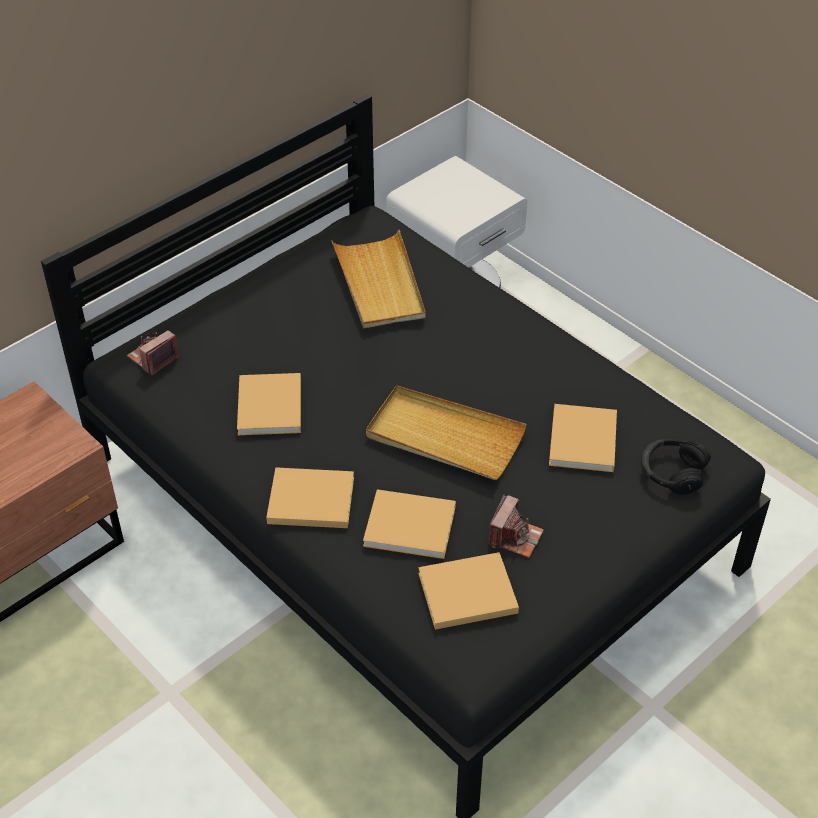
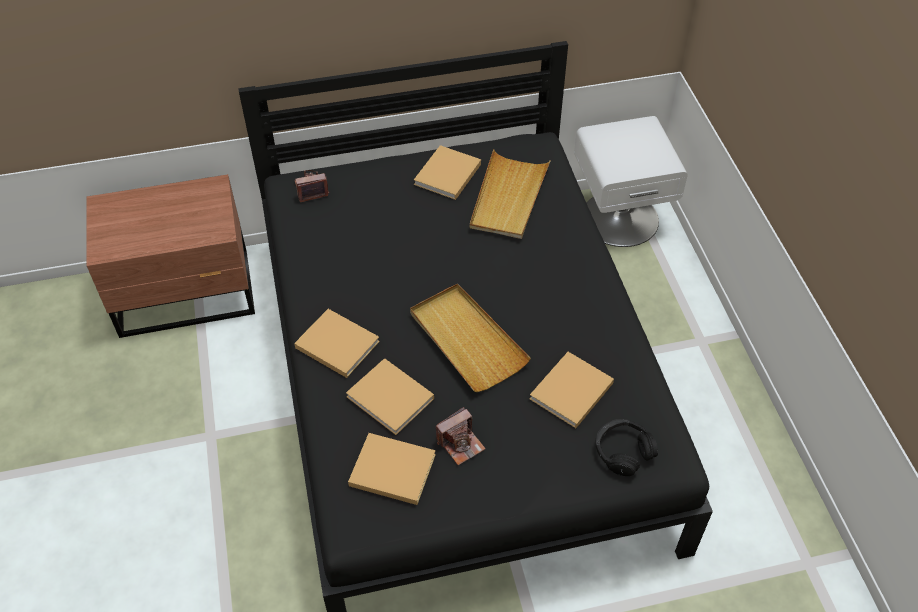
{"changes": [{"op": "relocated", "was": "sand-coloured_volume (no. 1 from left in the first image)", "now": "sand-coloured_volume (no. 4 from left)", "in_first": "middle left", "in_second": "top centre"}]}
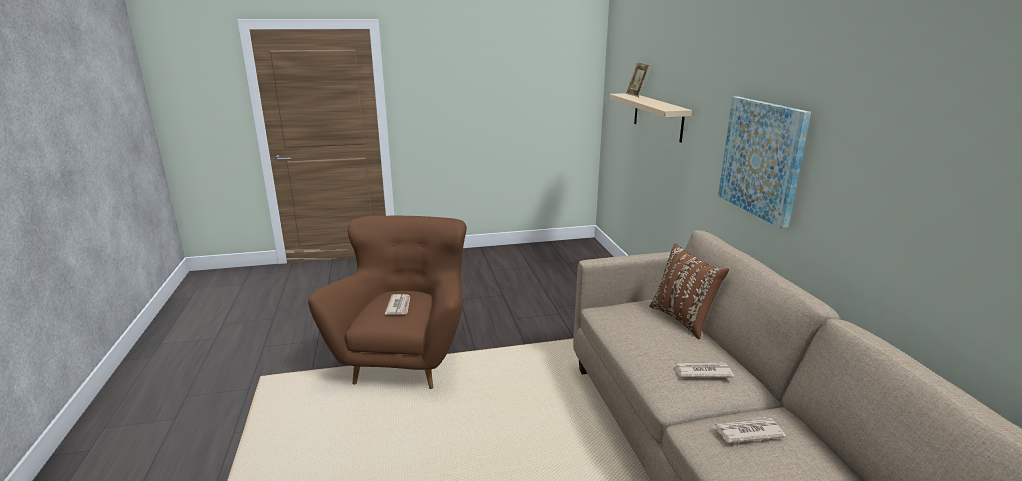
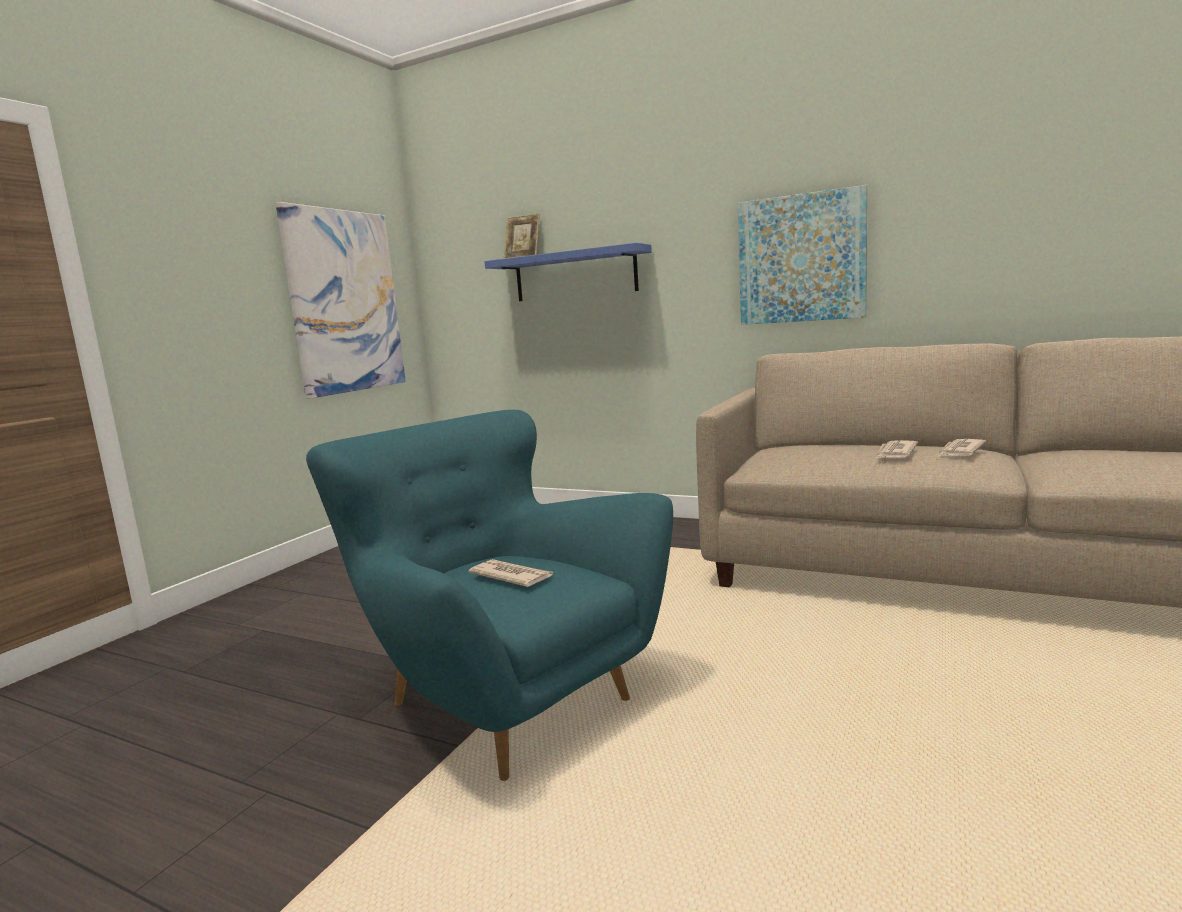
{"changes": [{"op": "missing", "was": "brown_throw_pillow", "in_first": "middle right"}, {"op": "appeared", "now": "wall_art (no. 1 from left)", "in_second": "top left"}, {"op": "relocated", "was": "newspaper (no. 3 from left in the first image)", "now": "newspaper (no. 2 from left)", "in_first": "bottom right", "in_second": "middle right"}, {"op": "colour", "was": "brown_easy_chair", "now": "blue-green_easy_chair", "in_first": "centre", "in_second": "centre"}, {"op": "colour", "was": "sand-coloured_wall_shelf", "now": "blue_wall_shelf", "in_first": "top centre", "in_second": "top centre"}]}
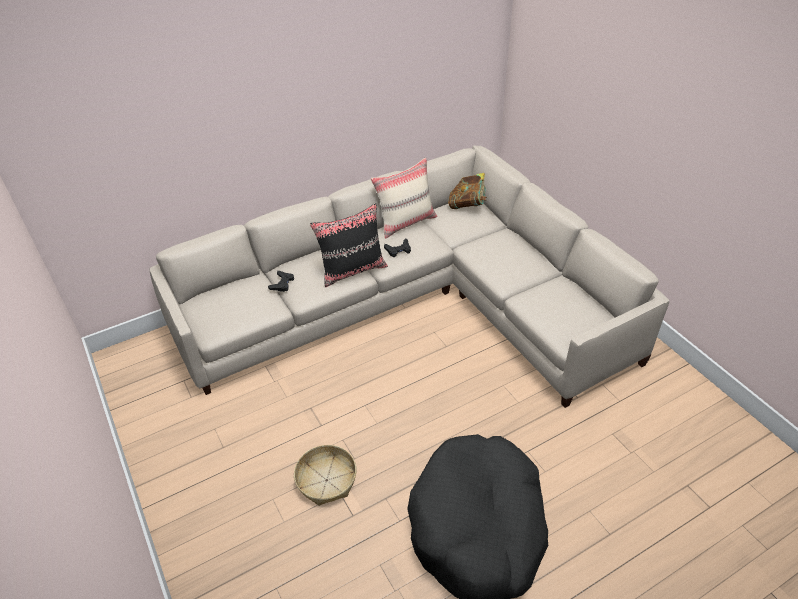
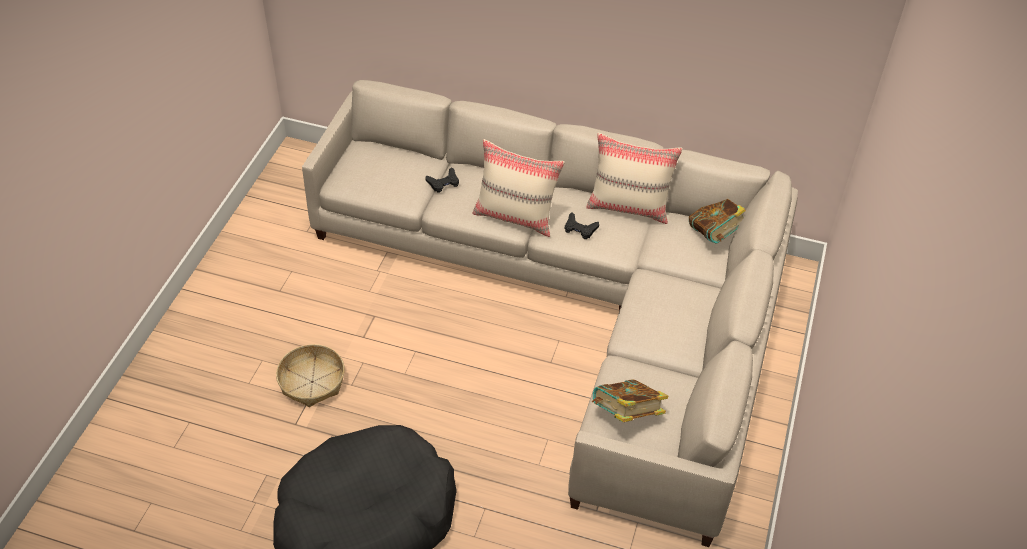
{"changes": [{"op": "appeared", "now": "volume (no. 1 from left)", "in_second": "bottom centre"}, {"op": "colour", "was": "black_throw_pillow", "now": "sand-coloured_throw_pillow (no. 1 from left)", "in_first": "centre", "in_second": "centre"}]}
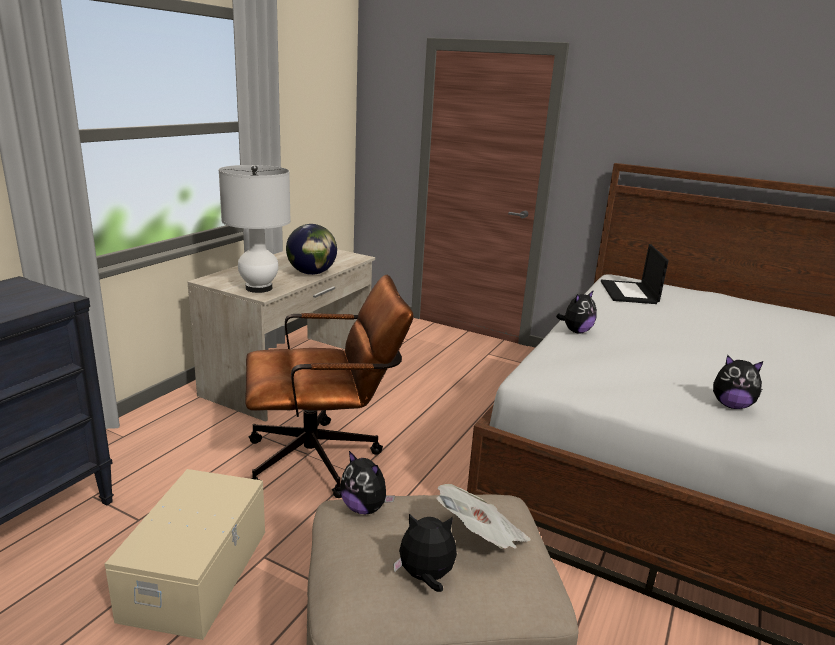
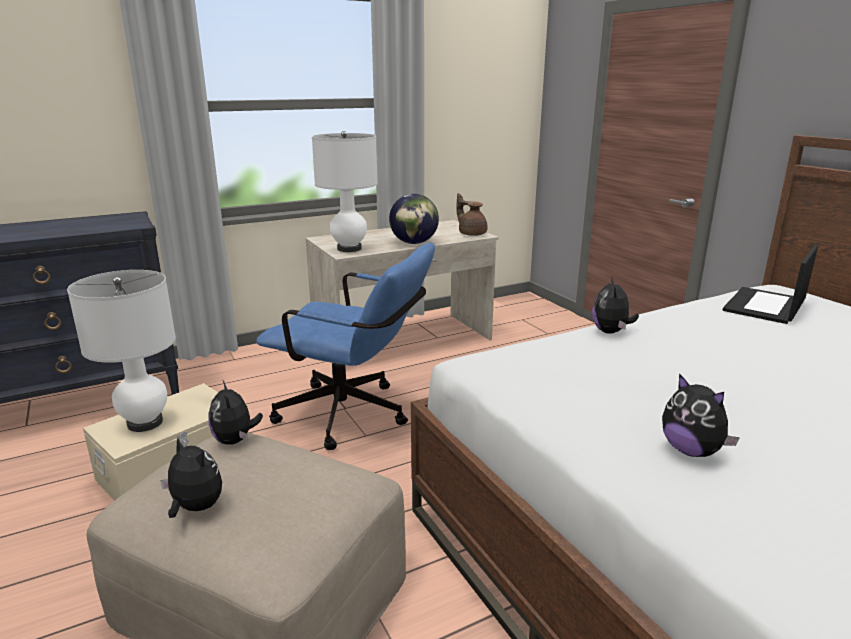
{"changes": [{"op": "missing", "was": "newspaper", "in_first": "bottom centre"}, {"op": "appeared", "now": "whitish_lamp_for_a_table (no. 1 from left)", "in_second": "middle left"}, {"op": "appeared", "now": "brown_pot_for_tea", "in_second": "centre"}, {"op": "colour", "was": "brown_computer_chair", "now": "blue_computer_chair", "in_first": "centre", "in_second": "centre"}, {"op": "spun", "was": "cuddly_toy (no. 3 from left)", "in_first": "middle right", "in_second": "middle right", "clockwise": 105}]}
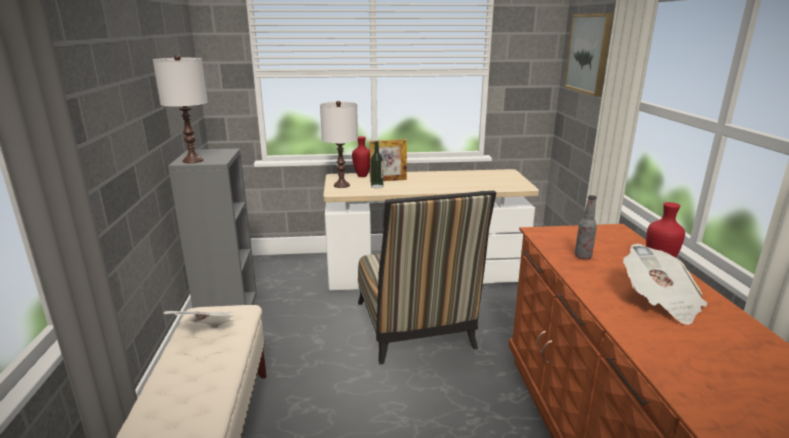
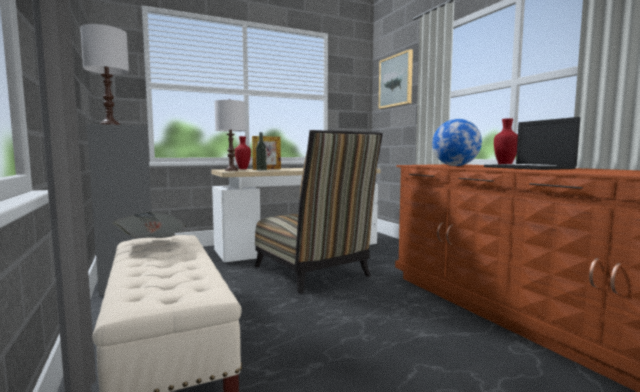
{"changes": [{"op": "exchanged", "was": "drink_bottle (no. 2 from left)", "now": "globe", "in_first": "middle right", "in_second": "middle right"}, {"op": "exchanged", "was": "newspaper (no. 2 from left)", "now": "portable_computer", "in_first": "middle right", "in_second": "middle right"}]}
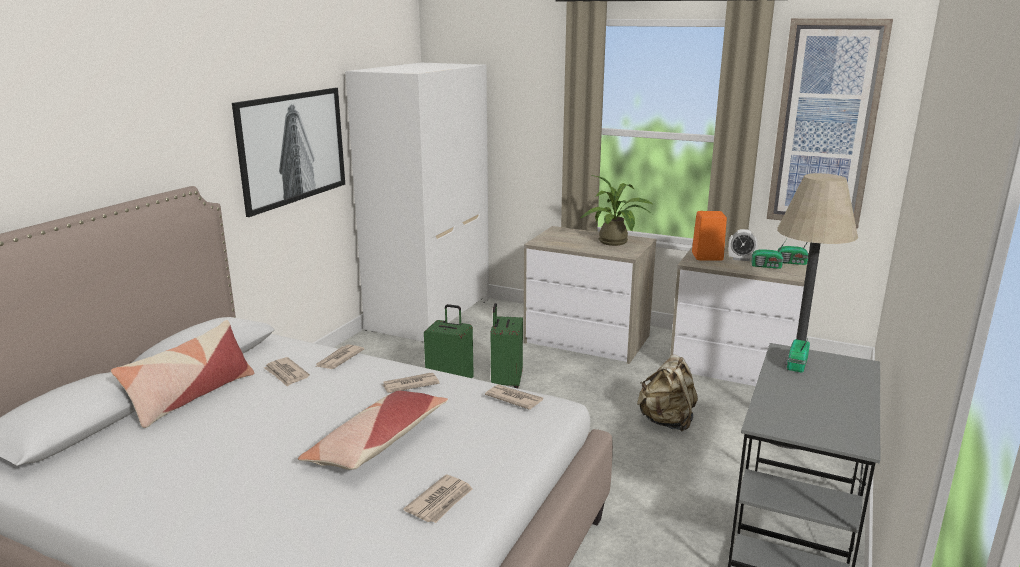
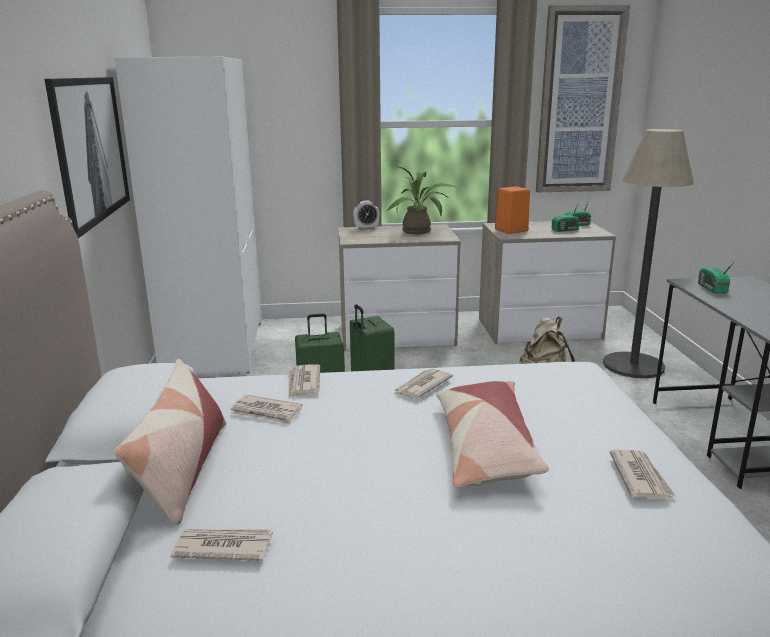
{"changes": [{"op": "relocated", "was": "newspaper (no. 5 from left in the first image)", "now": "newspaper (no. 1 from left)", "in_first": "bottom centre", "in_second": "bottom left"}, {"op": "relocated", "was": "bedside_clock", "in_first": "middle right", "in_second": "centre"}]}
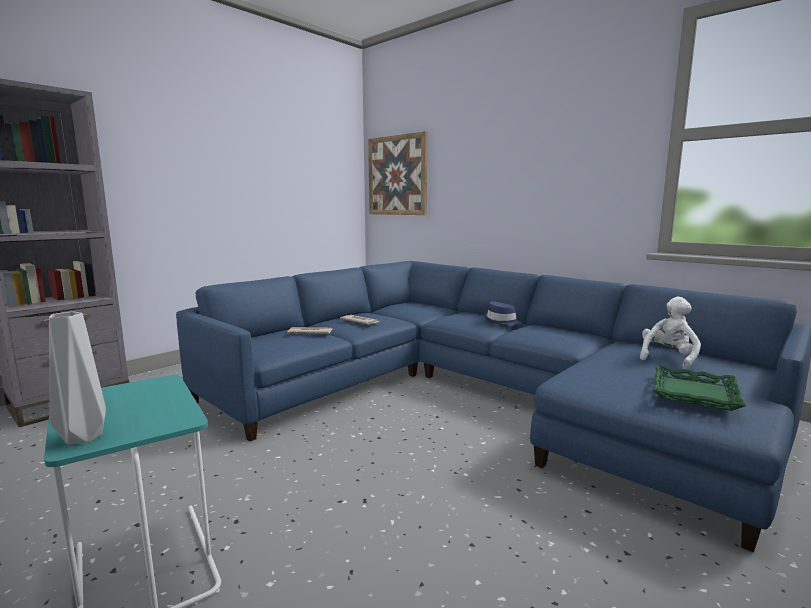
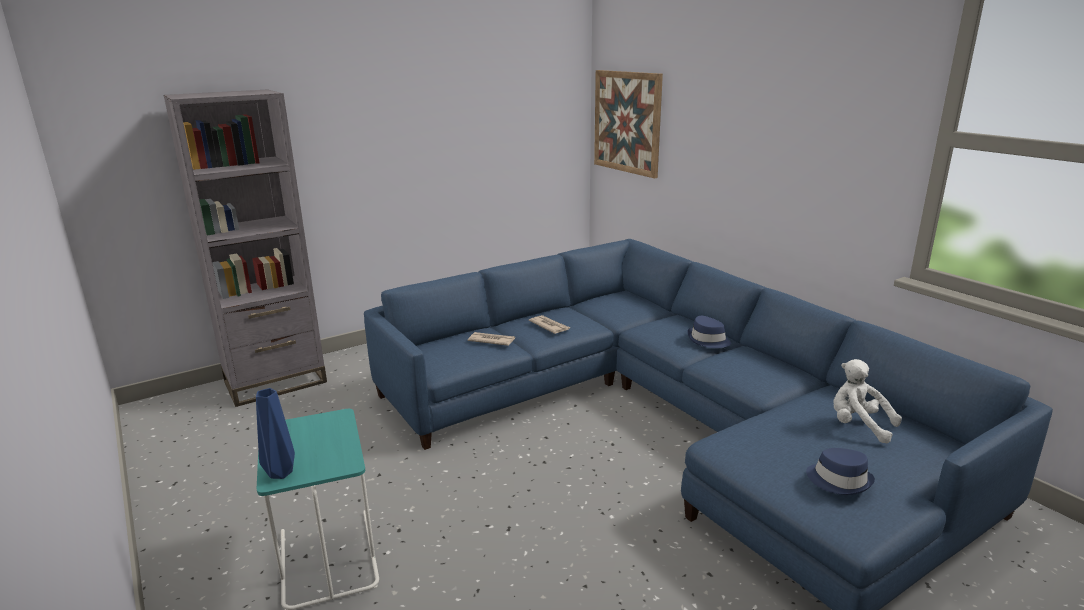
{"changes": [{"op": "exchanged", "was": "green-coloured_serving_tray", "now": "blue_wearable_hat (no. 2 from left)", "in_first": "middle right", "in_second": "bottom right"}, {"op": "colour", "was": "grey_flower_vase", "now": "blue_flower_vase", "in_first": "middle left", "in_second": "bottom left"}, {"op": "spun", "was": "whitish_cuddly_toy", "in_first": "middle right", "in_second": "middle right", "clockwise": -105}]}
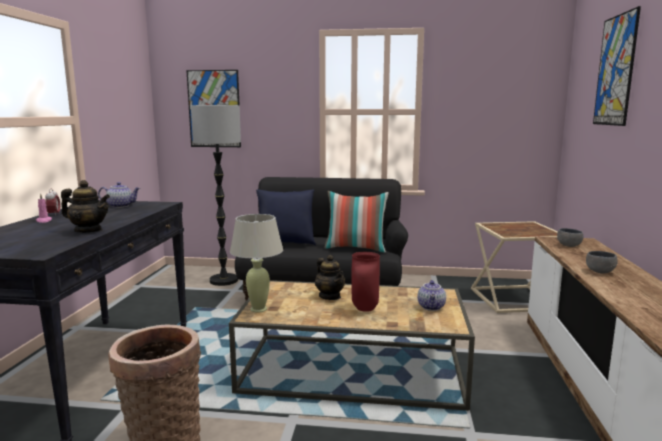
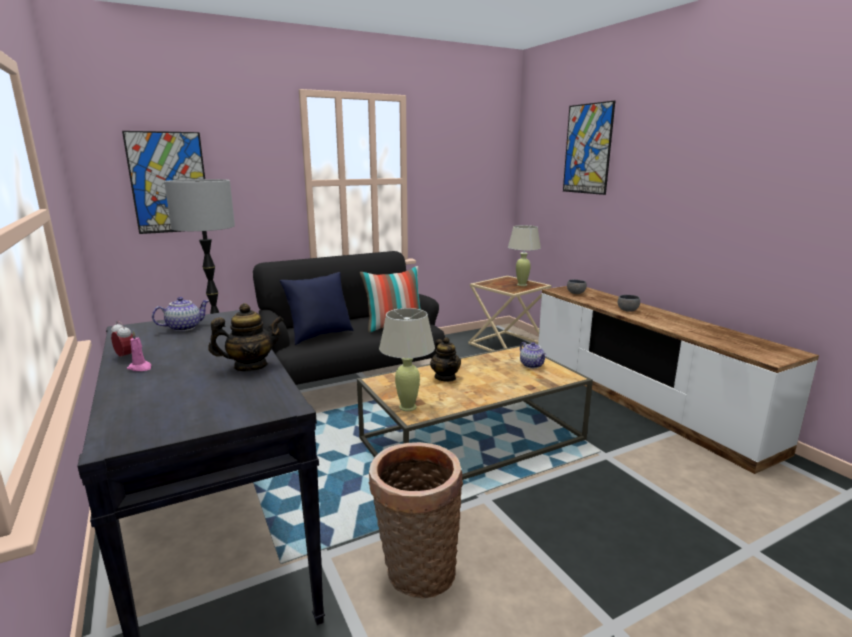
{"changes": [{"op": "missing", "was": "red_flower_vase", "in_first": "centre"}, {"op": "appeared", "now": "sand-coloured_lamp_for_a_table (no. 2 from left)", "in_second": "centre"}, {"op": "spun", "was": "pot_for_tea (no. 3 from left)", "in_first": "centre", "in_second": "centre", "clockwise": 45}]}
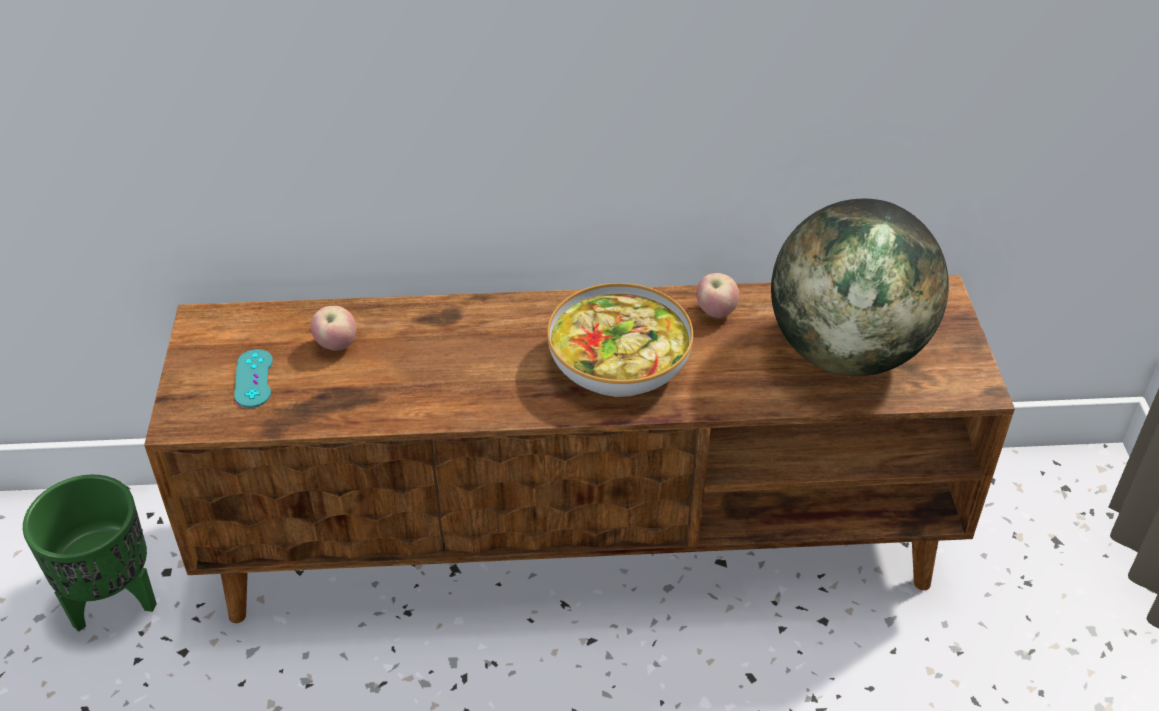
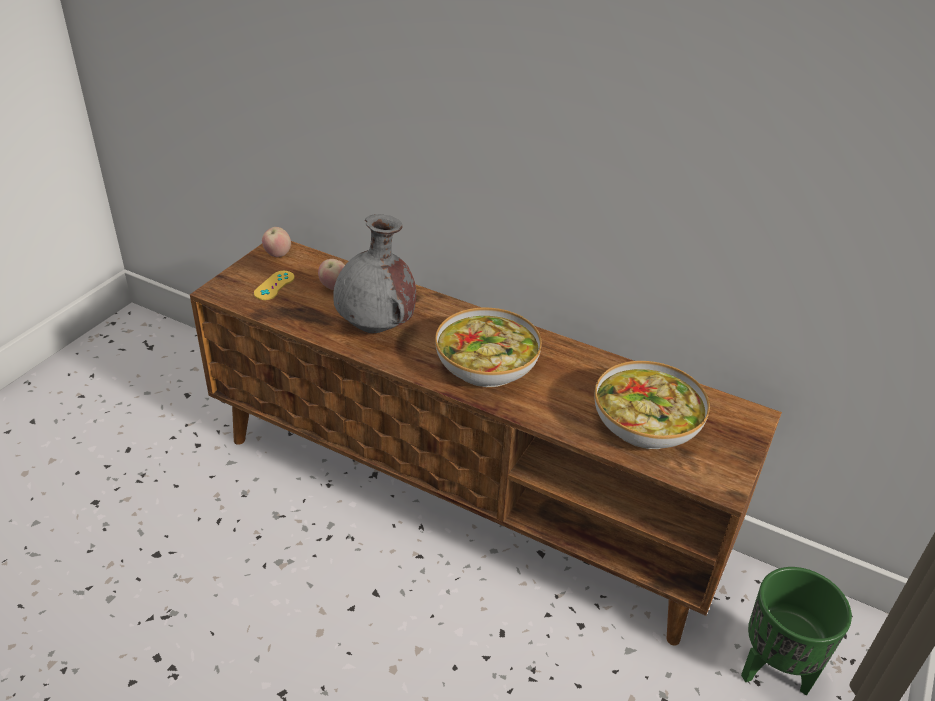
{"changes": [{"op": "appeared", "now": "grey_flower_vase", "in_second": "centre"}, {"op": "relocated", "was": "green-coloured_plant_pot", "in_first": "bottom left", "in_second": "bottom right"}, {"op": "relocated", "was": "apple (no. 2 from left in the first image)", "now": "apple (no. 1 from left)", "in_first": "centre", "in_second": "middle left"}, {"op": "exchanged", "was": "globe", "now": "bowl (no. 2 from left)", "in_first": "middle right", "in_second": "middle right"}, {"op": "colour", "was": "blue-green_gamepad", "now": "yellowish_gamepad", "in_first": "middle left", "in_second": "middle left"}]}
